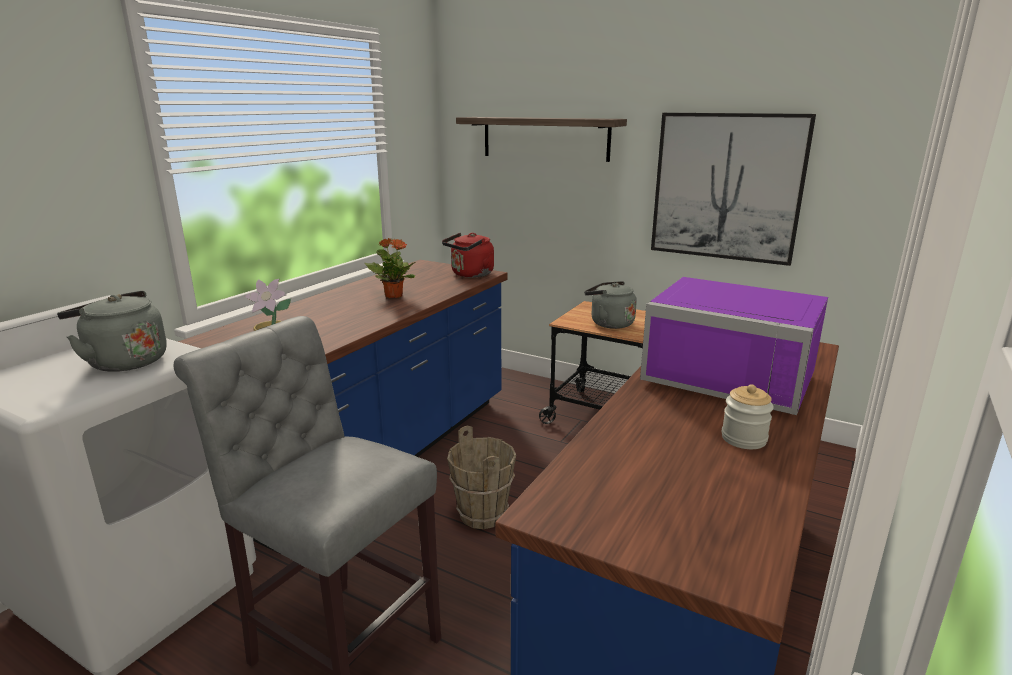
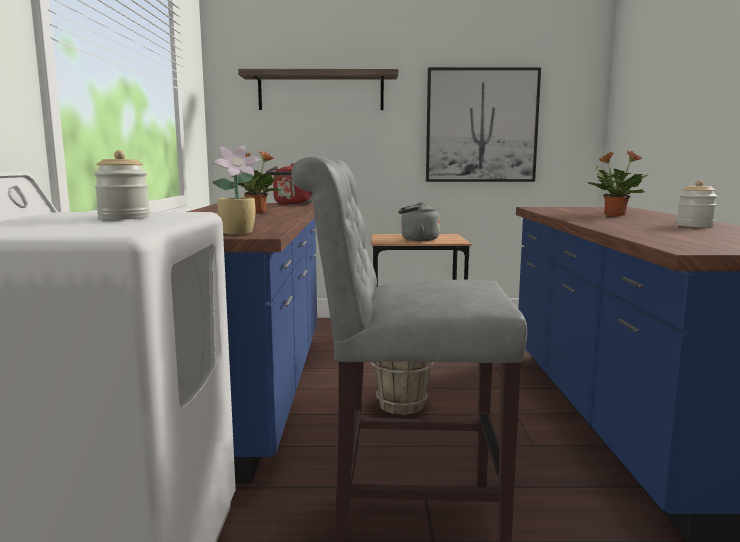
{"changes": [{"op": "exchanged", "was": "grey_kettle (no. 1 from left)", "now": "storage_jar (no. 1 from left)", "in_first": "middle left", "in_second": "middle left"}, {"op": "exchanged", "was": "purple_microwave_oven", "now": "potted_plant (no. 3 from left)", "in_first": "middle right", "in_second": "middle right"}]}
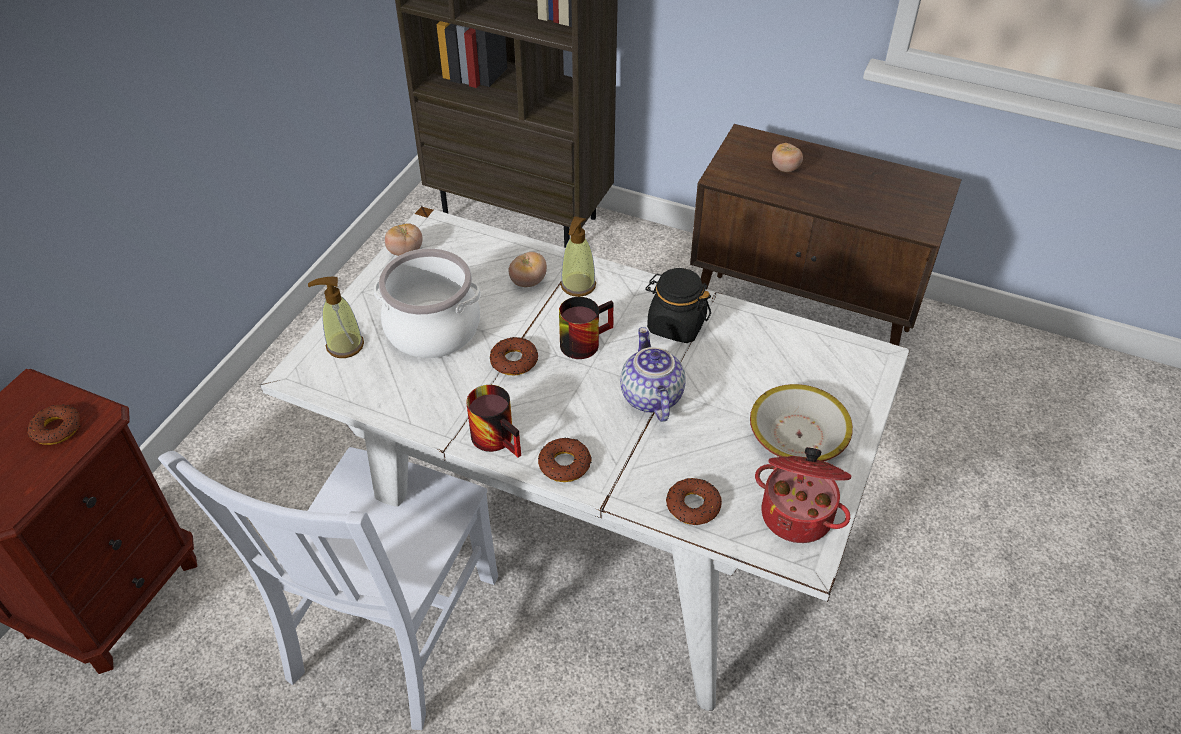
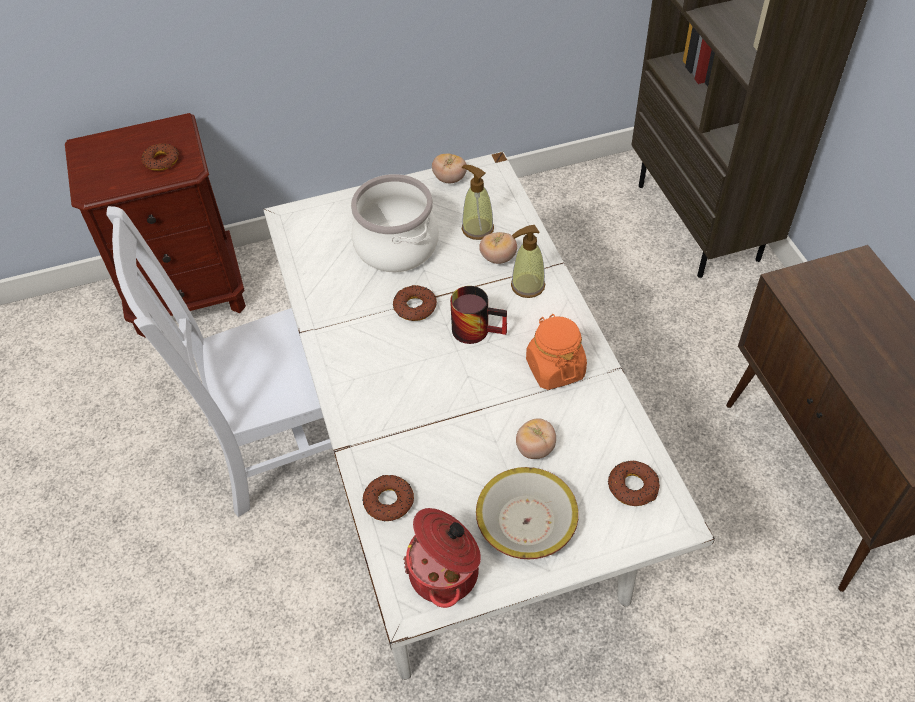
{"changes": [{"op": "missing", "was": "mug (no. 1 from left)", "in_first": "centre"}, {"op": "missing", "was": "pot_for_tea", "in_first": "centre"}, {"op": "relocated", "was": "liquid_soap_bottle (no. 1 from left)", "in_first": "middle left", "in_second": "top centre"}, {"op": "relocated", "was": "donut (no. 3 from left in the first image)", "now": "donut (no. 4 from left)", "in_first": "centre", "in_second": "bottom right"}, {"op": "relocated", "was": "tomato (no. 3 from left)", "in_first": "top centre", "in_second": "centre"}, {"op": "colour", "was": "black_storage_jar", "now": "orange-coloured_storage_jar", "in_first": "centre", "in_second": "centre"}]}
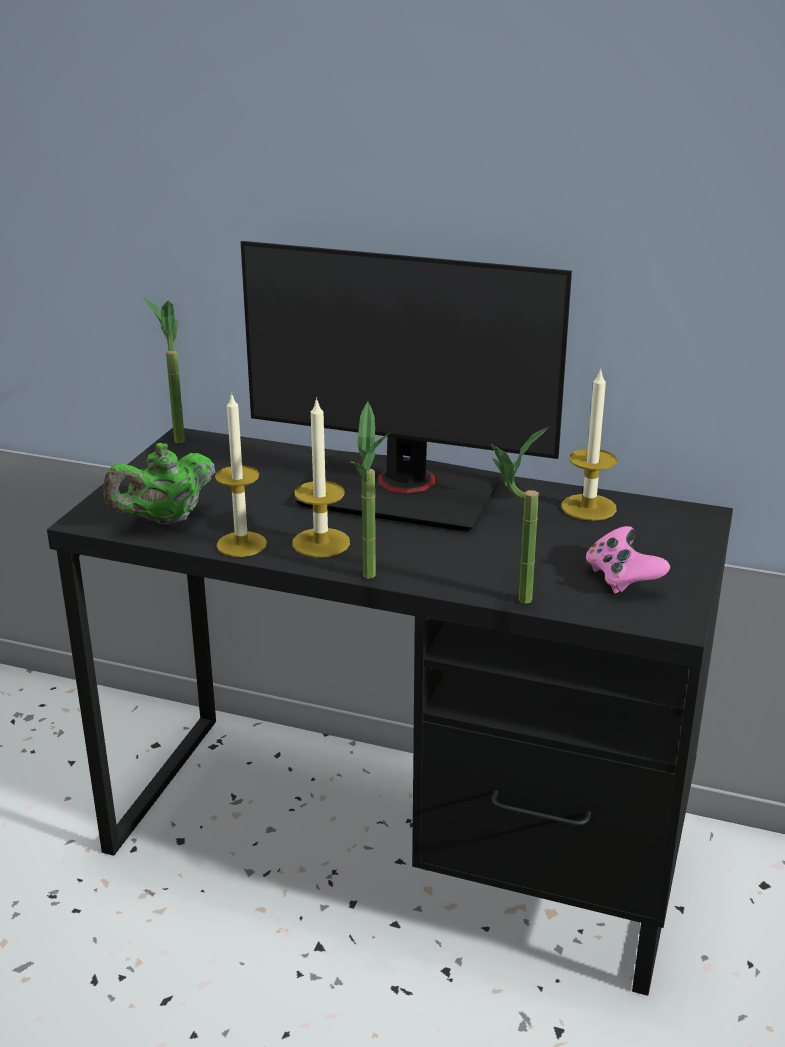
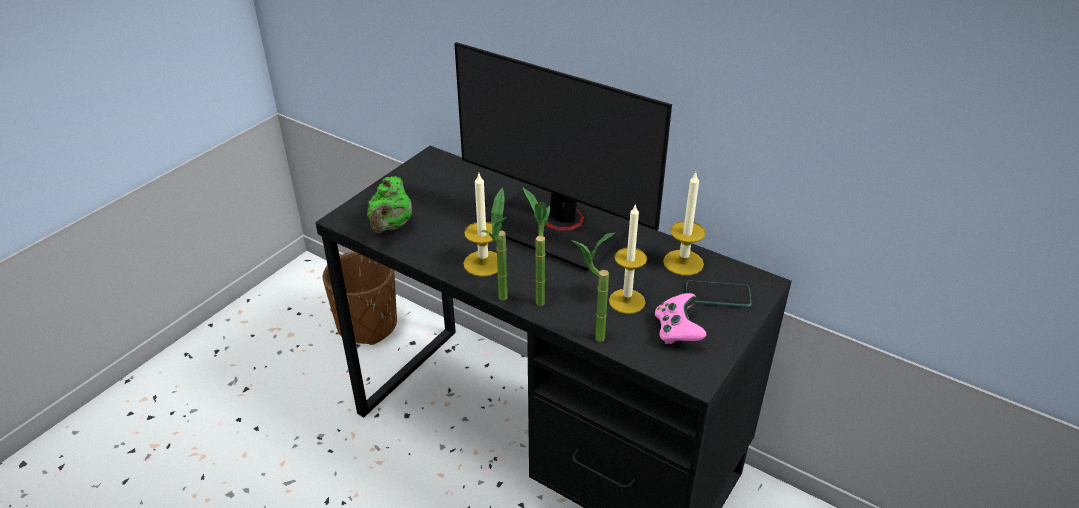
{"changes": [{"op": "appeared", "now": "brown_plant_pot", "in_second": "centre"}, {"op": "appeared", "now": "handset", "in_second": "centre"}, {"op": "relocated", "was": "potted_plant (no. 1 from left in the first image)", "now": "potted_plant (no. 2 from left)", "in_first": "middle left", "in_second": "centre"}, {"op": "relocated", "was": "wax_candle (no. 1 from left in the first image)", "now": "wax_candle (no. 2 from left)", "in_first": "middle left", "in_second": "centre"}, {"op": "spun", "was": "green-coloured_pot_for_tea", "in_first": "middle left", "in_second": "centre", "clockwise": -60}]}
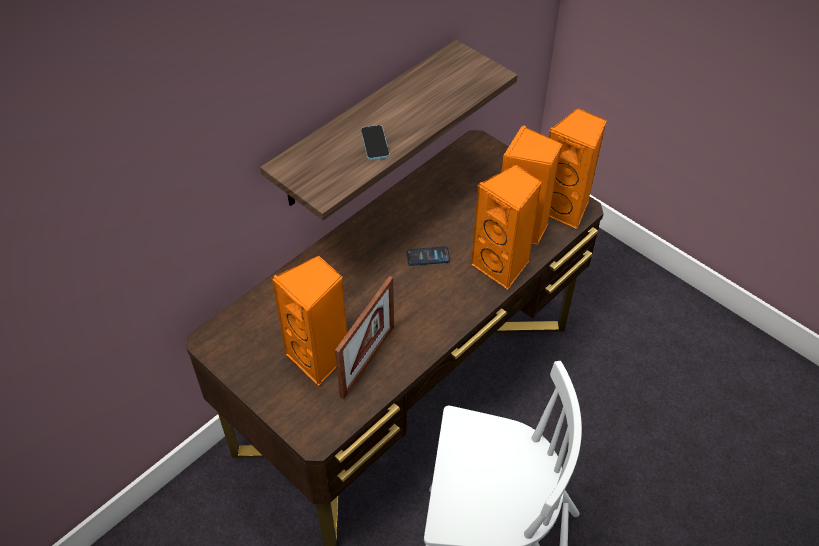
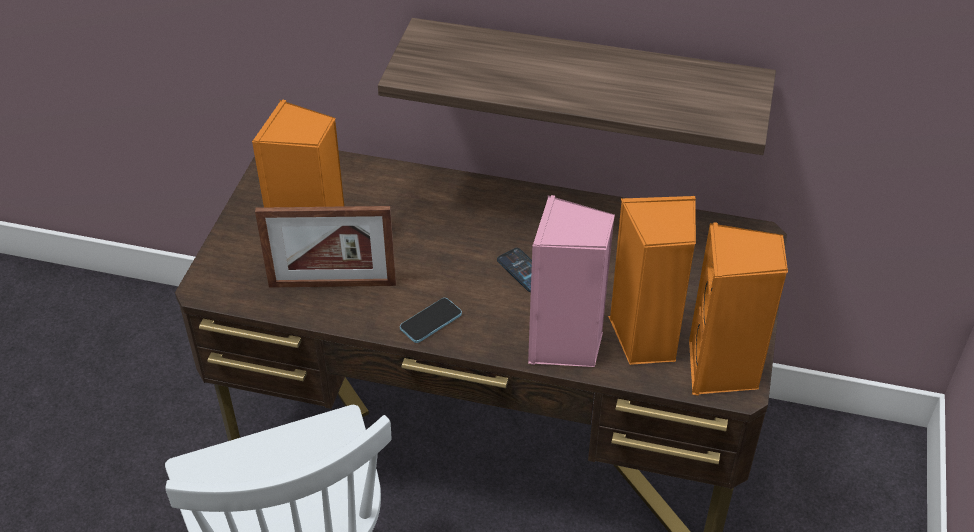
{"changes": [{"op": "relocated", "was": "handset (no. 1 from left)", "in_first": "top centre", "in_second": "centre"}, {"op": "colour", "was": "orange-coloured_loudspeaker (no. 2 from left)", "now": "pink-coloured_loudspeaker", "in_first": "centre", "in_second": "centre"}]}
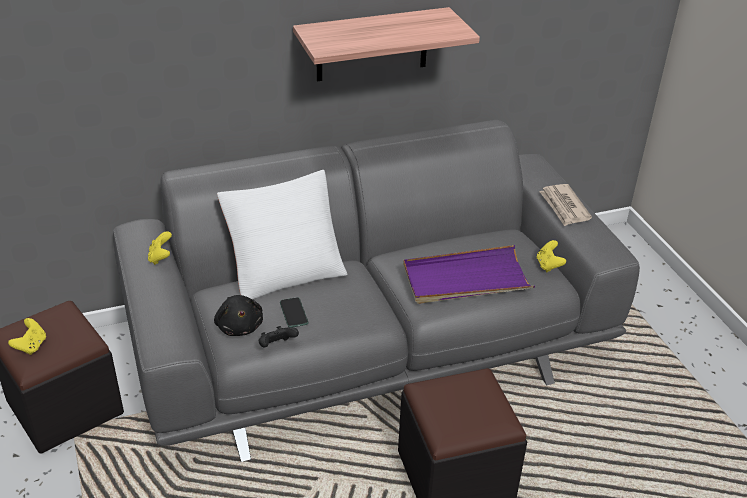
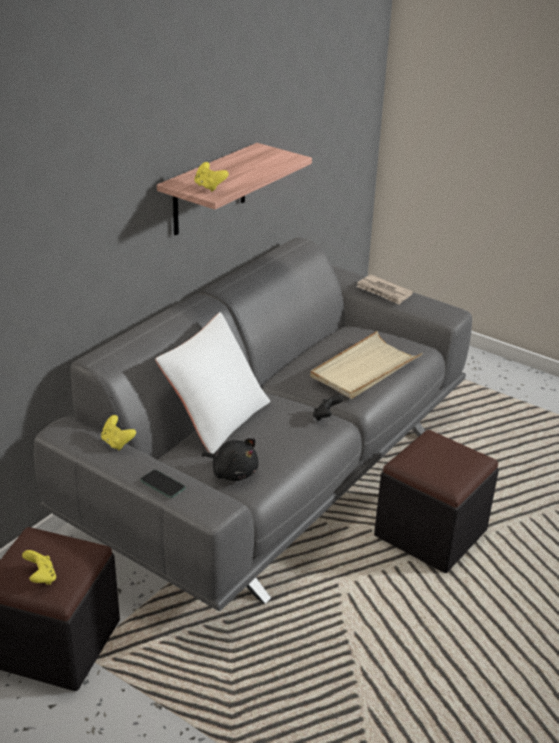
{"changes": [{"op": "relocated", "was": "black_gamepad", "in_first": "bottom centre", "in_second": "centre"}, {"op": "relocated", "was": "handset", "in_first": "centre", "in_second": "middle left"}, {"op": "relocated", "was": "yellowish_gamepad (no. 3 from left)", "in_first": "middle right", "in_second": "top centre"}, {"op": "colour", "was": "purple_serving_tray", "now": "sand-coloured_serving_tray", "in_first": "centre", "in_second": "centre"}]}
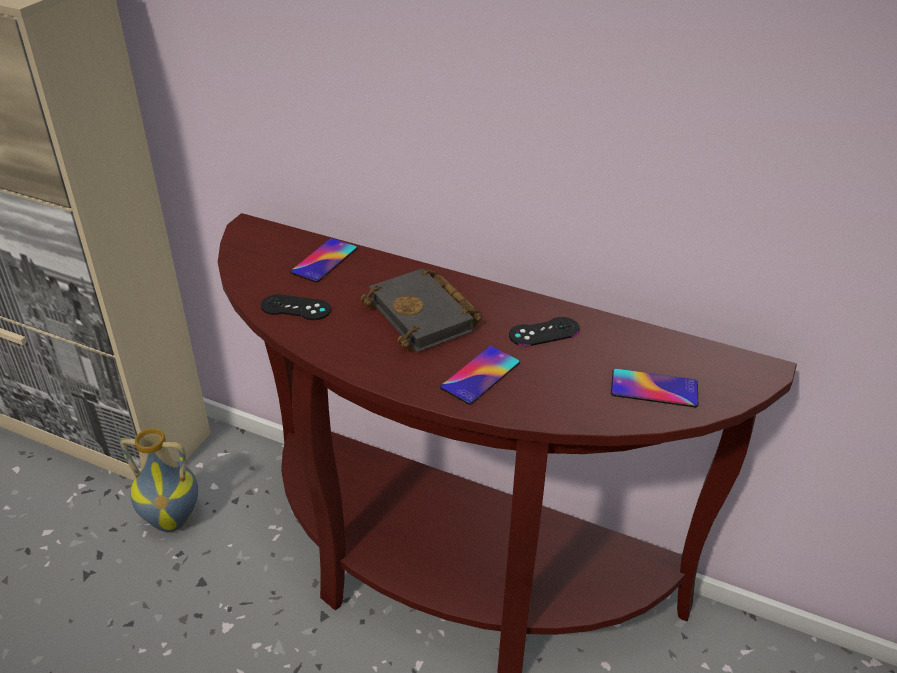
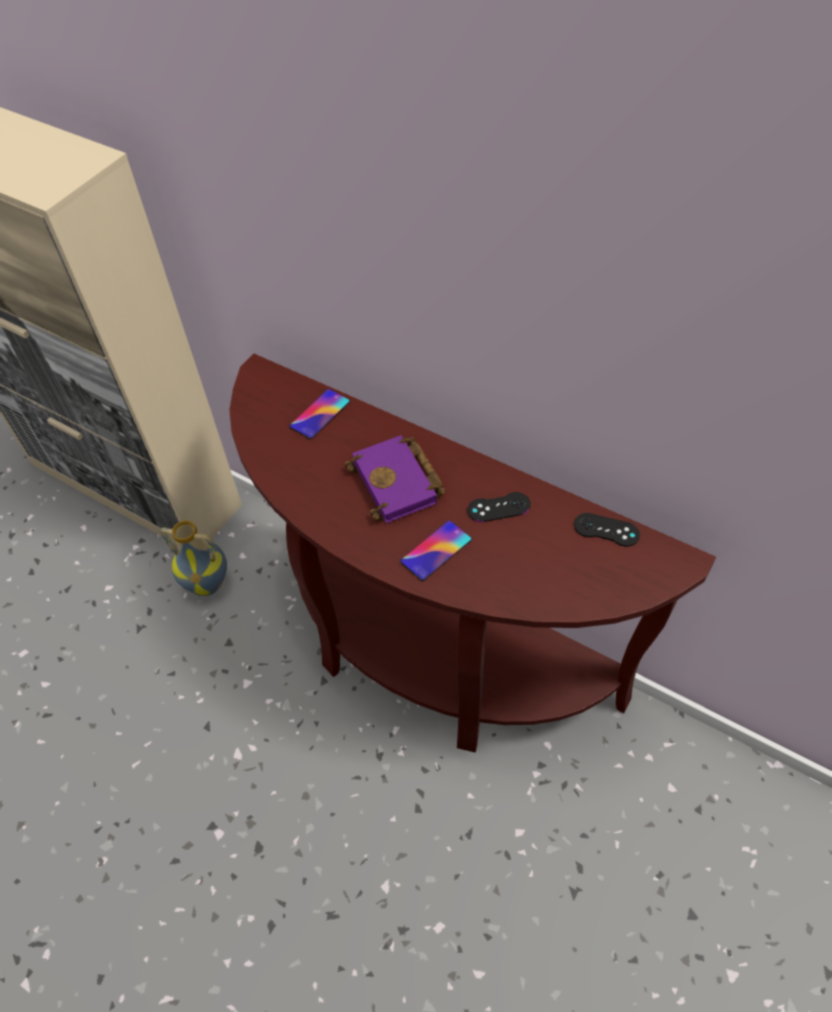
{"changes": [{"op": "missing", "was": "handset (no. 3 from left)", "in_first": "middle right"}, {"op": "relocated", "was": "black_gamepad (no. 1 from left in the first image)", "now": "black_gamepad (no. 2 from left)", "in_first": "middle left", "in_second": "middle right"}, {"op": "colour", "was": "black_volume", "now": "purple_volume", "in_first": "centre", "in_second": "centre"}]}
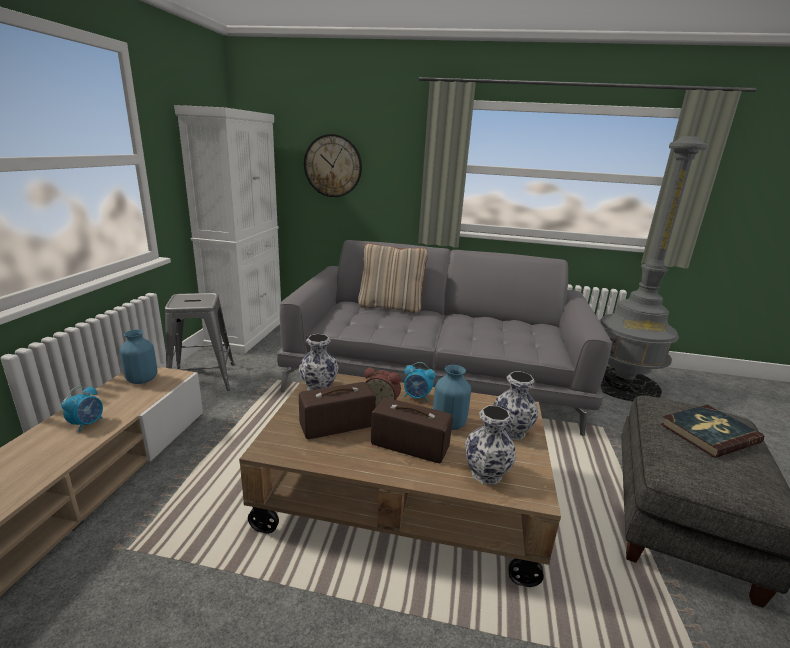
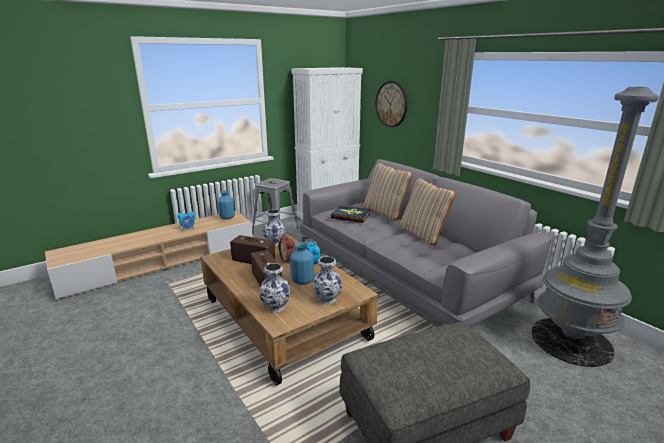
{"changes": [{"op": "appeared", "now": "sand-coloured_throw_pillow (no. 2 from left)", "in_second": "centre"}, {"op": "relocated", "was": "volume", "in_first": "middle right", "in_second": "centre"}]}
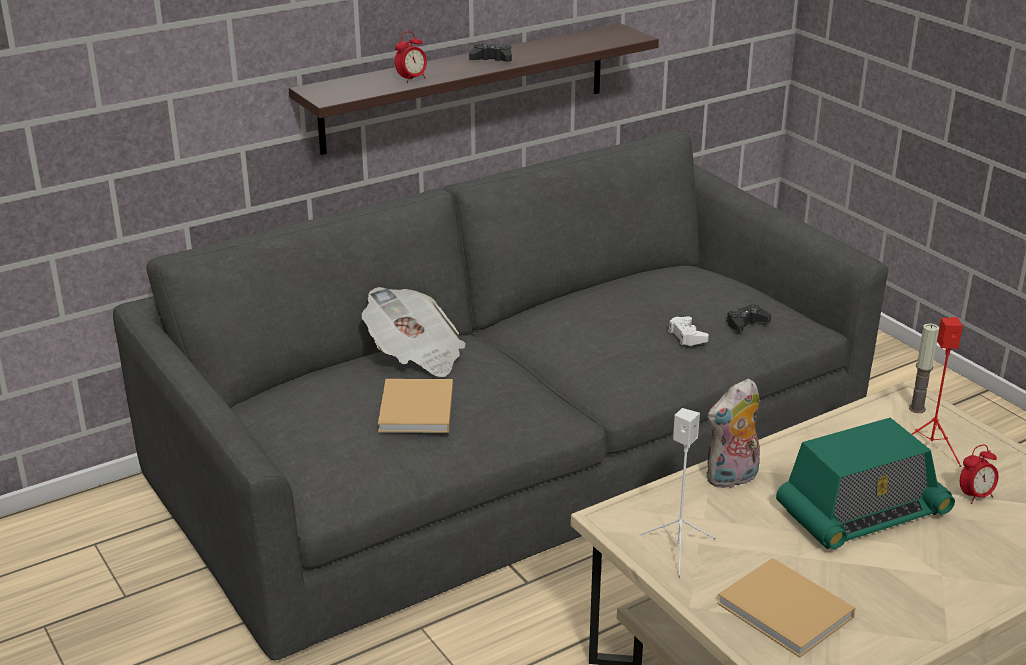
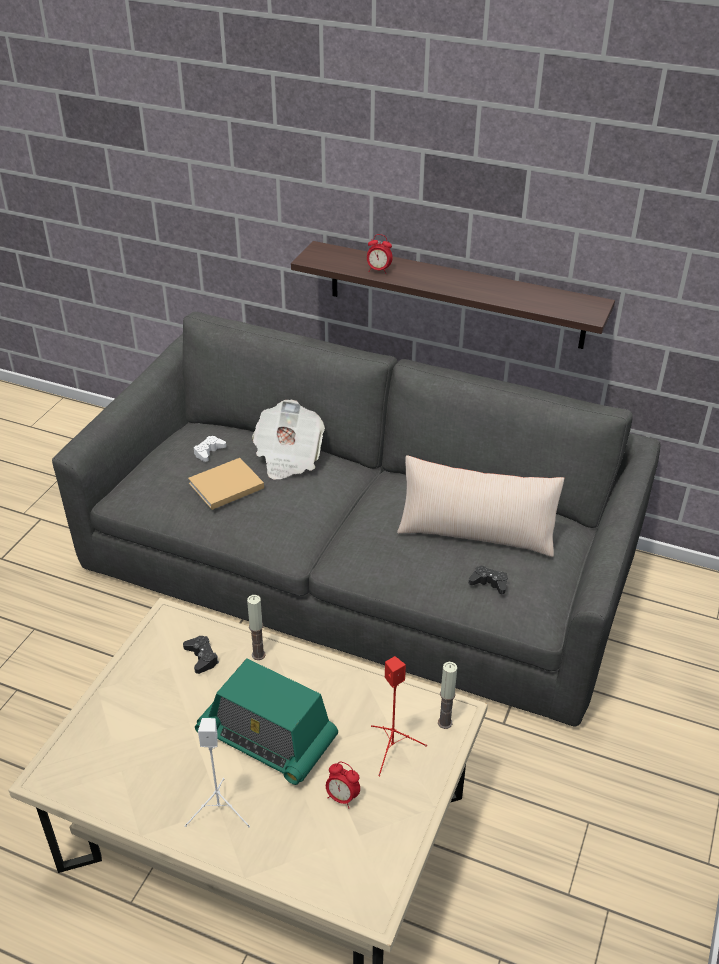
{"changes": [{"op": "missing", "was": "sand-coloured_volume (no. 2 from left)", "in_first": "bottom right"}, {"op": "appeared", "now": "sand-coloured_throw_pillow", "in_second": "middle right"}, {"op": "relocated", "was": "black_gamepad (no. 1 from left)", "in_first": "top centre", "in_second": "bottom left"}, {"op": "relocated", "was": "whitish_loudspeaker", "in_first": "bottom centre", "in_second": "bottom left"}, {"op": "relocated", "was": "whitish_gamepad", "in_first": "middle right", "in_second": "middle left"}, {"op": "exchanged", "was": "cuddly_toy", "now": "wax_candle (no. 1 from left)", "in_first": "middle right", "in_second": "centre"}]}
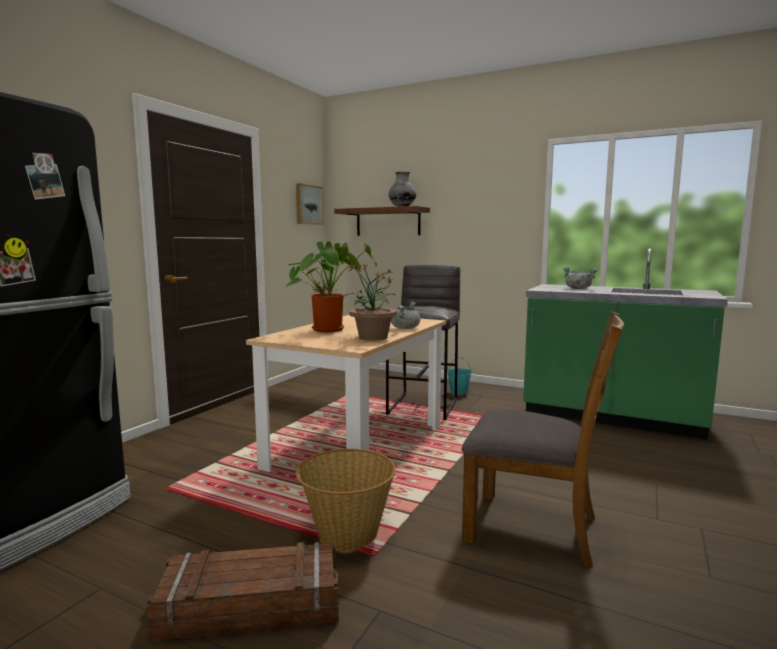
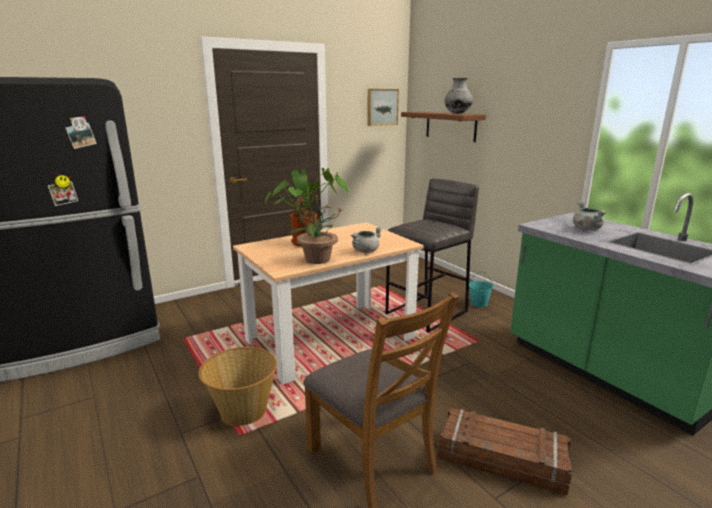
{"changes": [{"op": "relocated", "was": "packing_crate", "in_first": "bottom left", "in_second": "bottom right"}]}
